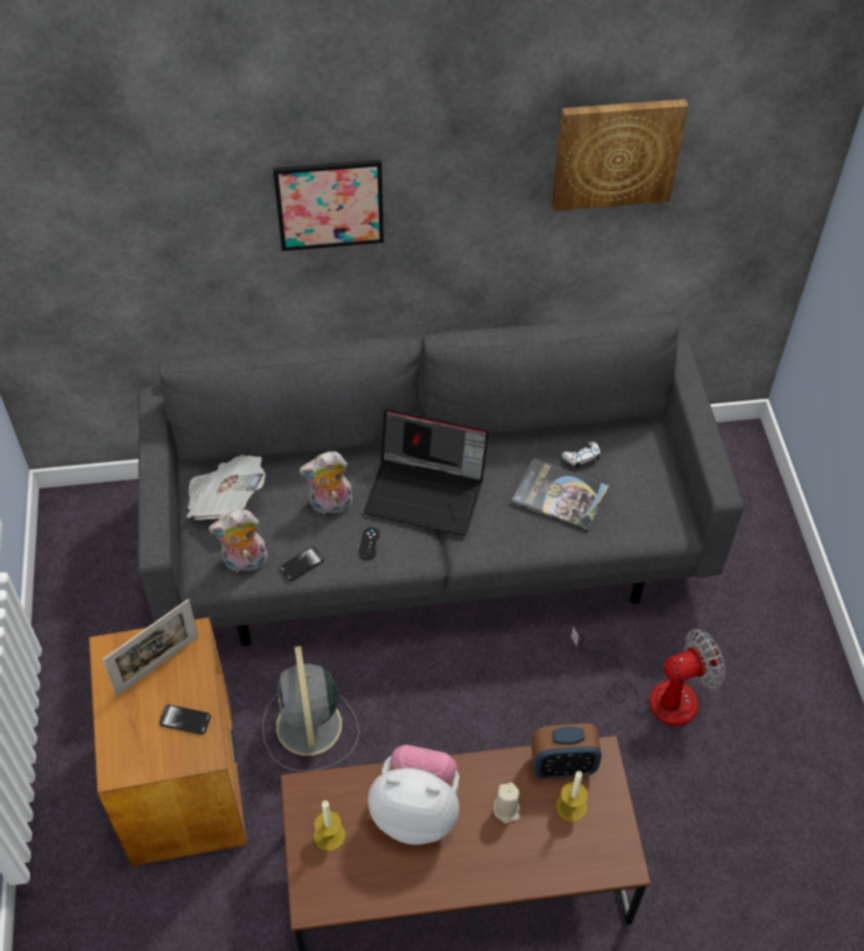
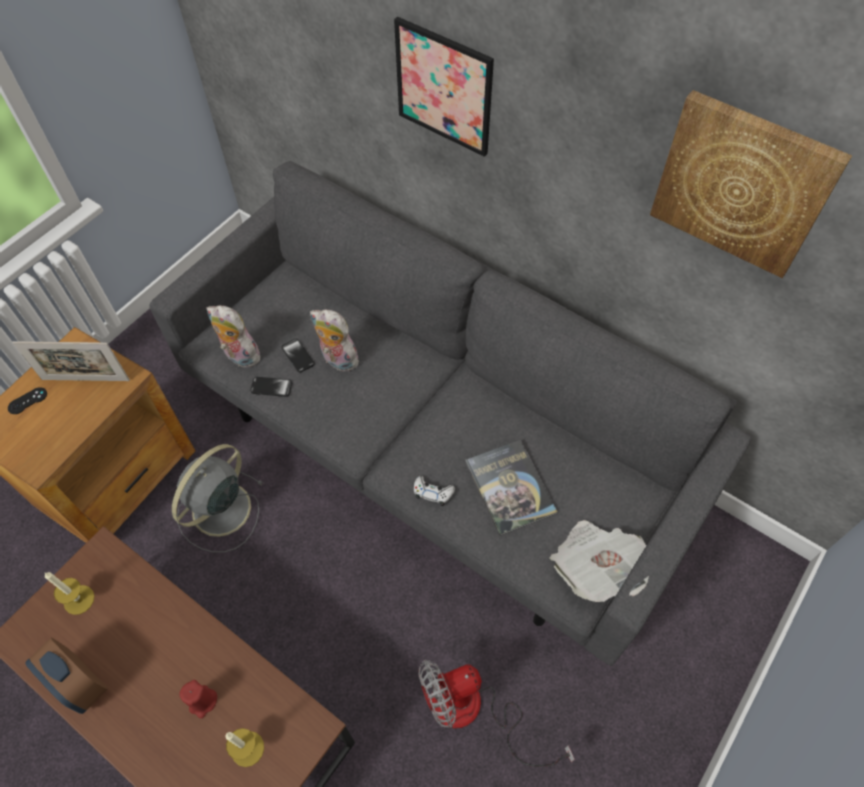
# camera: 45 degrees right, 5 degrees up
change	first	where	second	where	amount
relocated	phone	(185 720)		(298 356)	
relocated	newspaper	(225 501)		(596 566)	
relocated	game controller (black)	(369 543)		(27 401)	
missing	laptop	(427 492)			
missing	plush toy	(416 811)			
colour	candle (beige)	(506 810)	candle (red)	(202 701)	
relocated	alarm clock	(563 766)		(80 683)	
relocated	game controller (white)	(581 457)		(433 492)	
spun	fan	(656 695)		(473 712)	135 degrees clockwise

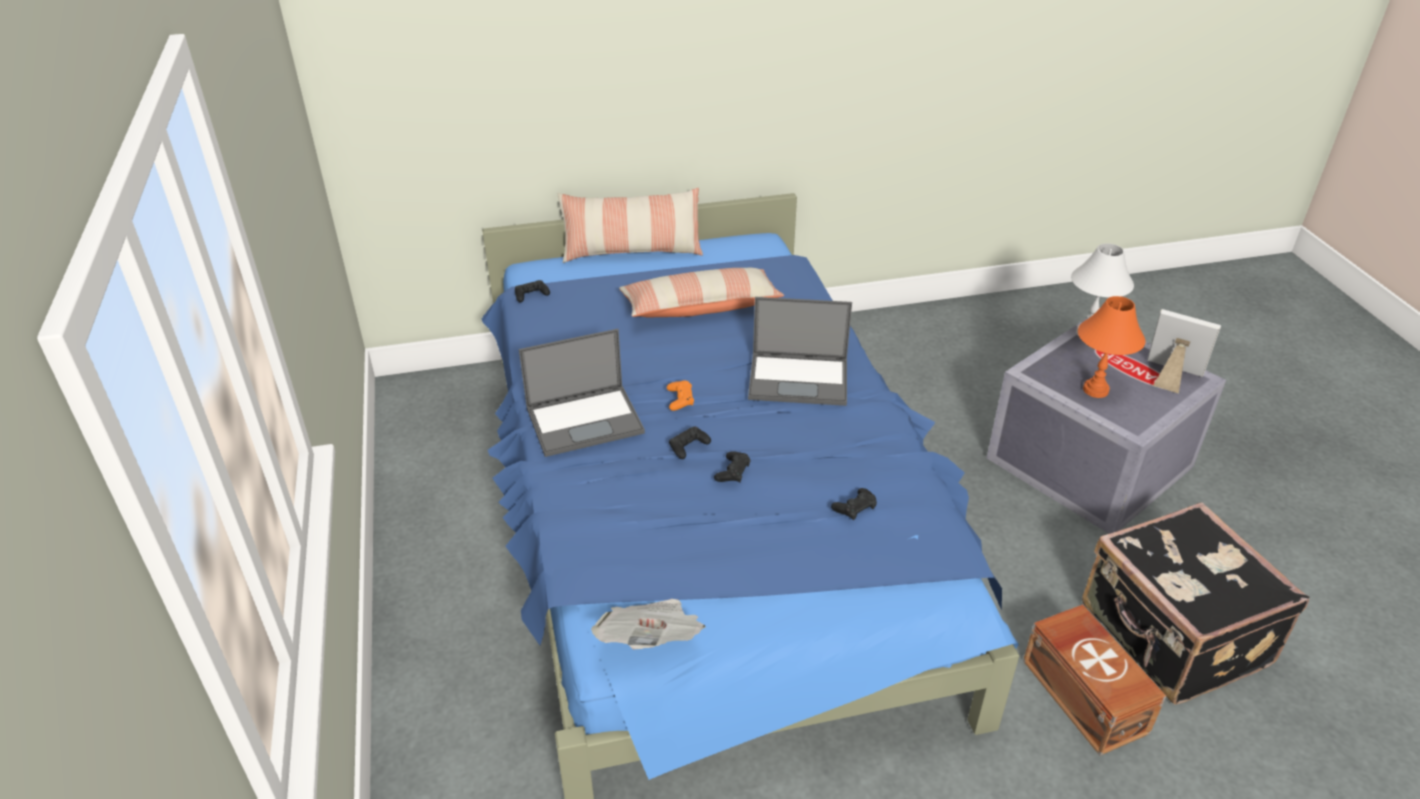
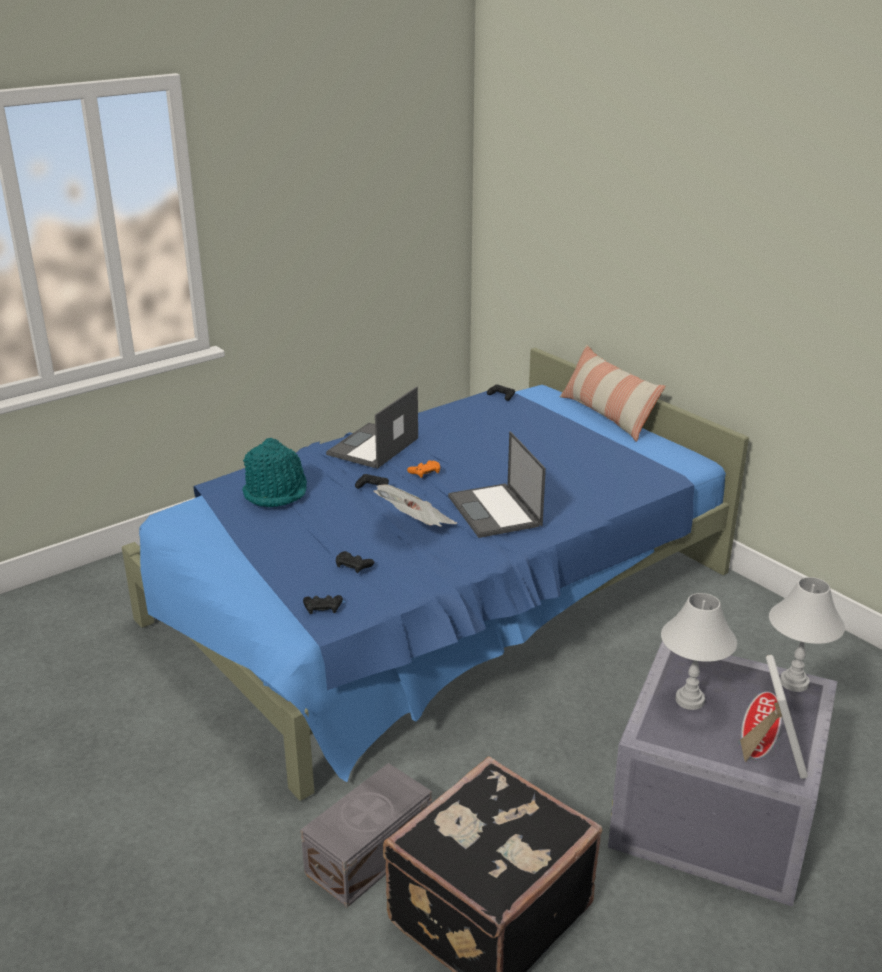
# camera: 65 degrees right, 10 degrees down
change	first	where	second	where	amount
spun	laptop	(586 420)		(373 447)	75 degrees clockwise
relocated	newspaper	(651 642)		(415 525)	
missing	pillow	(700 307)			
relocated	game controller (black)	(733 471)		(323 607)	
colour	storage box (brown)	(1084 694)	storage box (grey)	(372 853)	
colour	table lamp (orange)	(1095 390)	table lamp (white)	(689 700)	
appeared			hat (turquoise)	(276 491)	

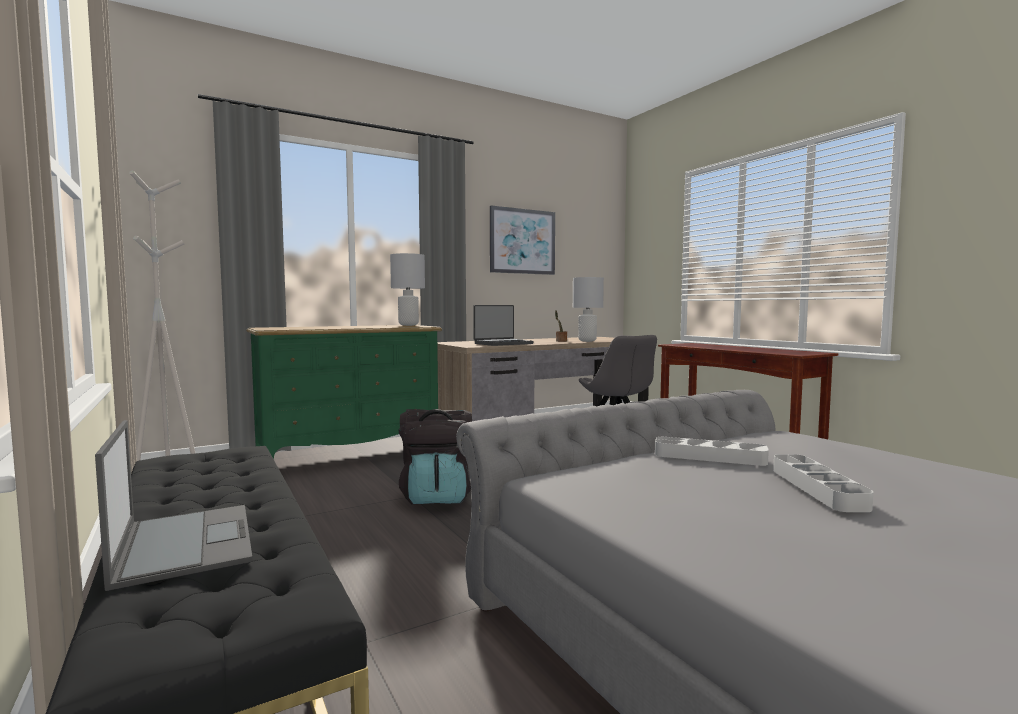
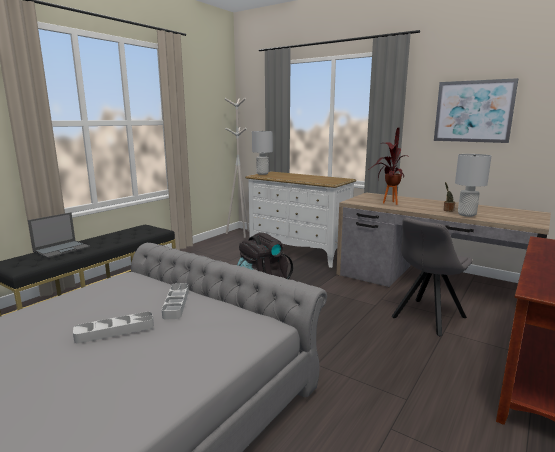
# camera: 65 degrees right, 10 degrees up
change	first	where	second	where	amount
colour	dresser (green)	(350 458)	dresser (white)	(298 252)	
relocated	table lamp (grey)	(408 325)		(262 174)	
exchanged	laptop	(502 343)	potted plant	(387 203)	

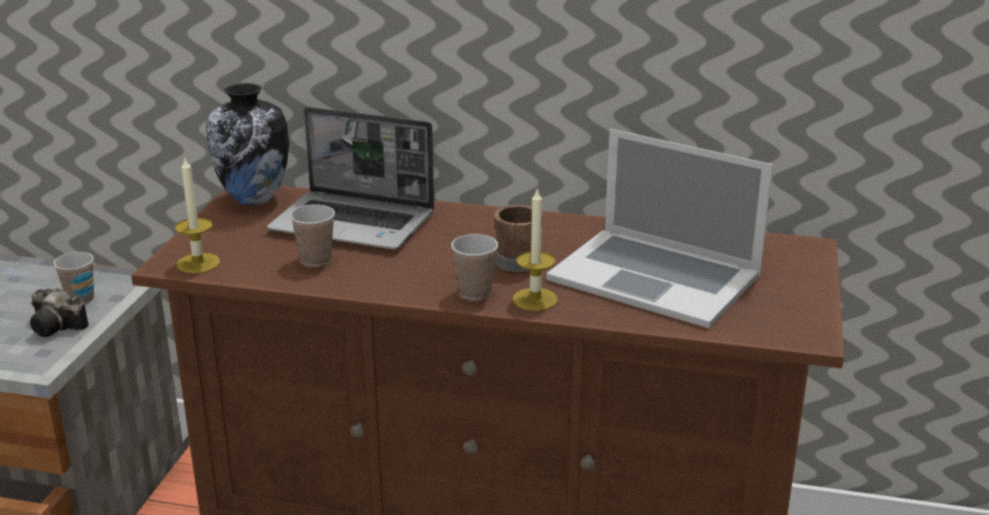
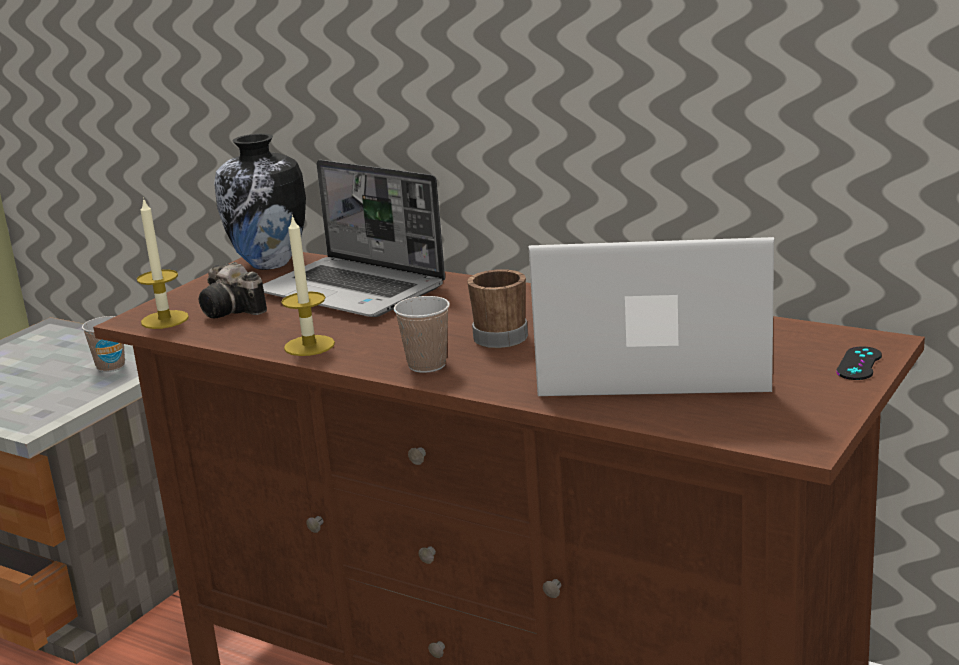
# camera: 20 degrees right, 5 degrees down
change	first	where	second	where	amount
relocated	photo camera	(59 327)		(233 311)	
missing	cup	(316 259)			
relocated	candle	(535 299)		(309 346)	
spun	laptop	(655 276)		(652 363)	135 degrees clockwise
appeared			game controller (black)	(859 364)	

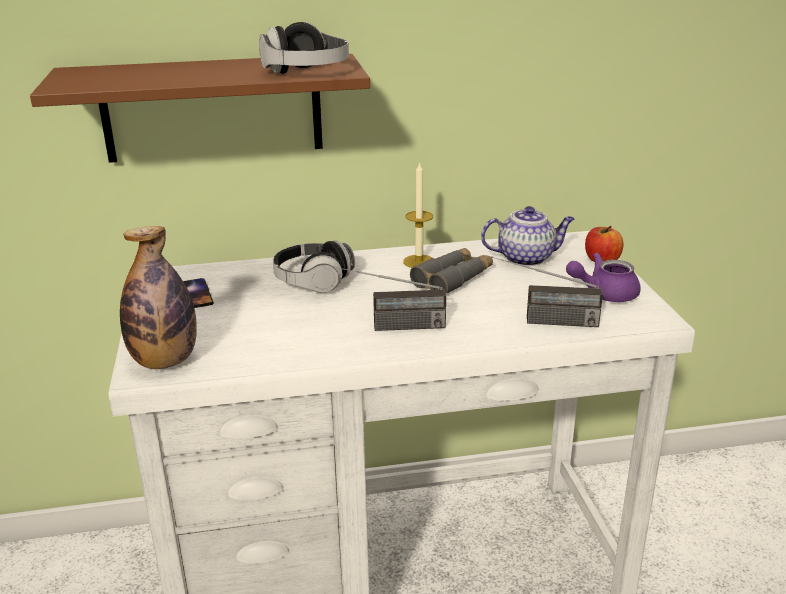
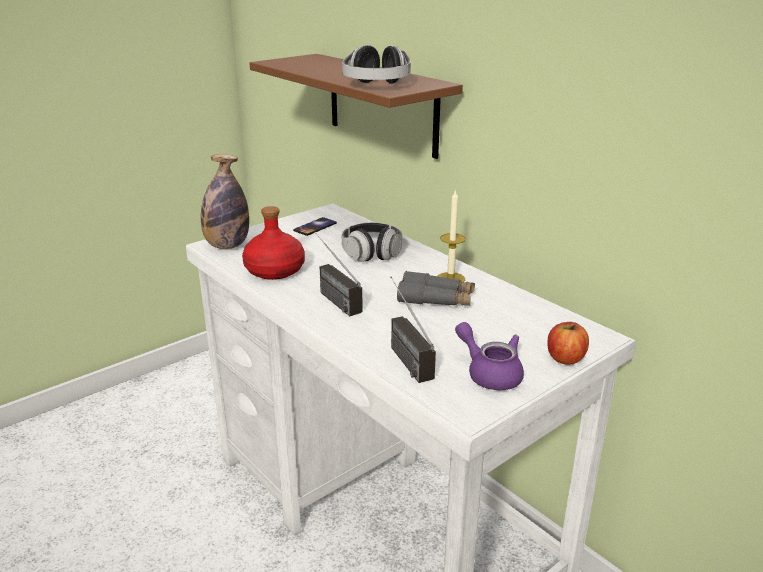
# camera: 60 degrees right, 0 degrees up
change	first	where	second	where	amount
missing	teapot	(526 258)			
appeared			bottle (red)	(274 270)	

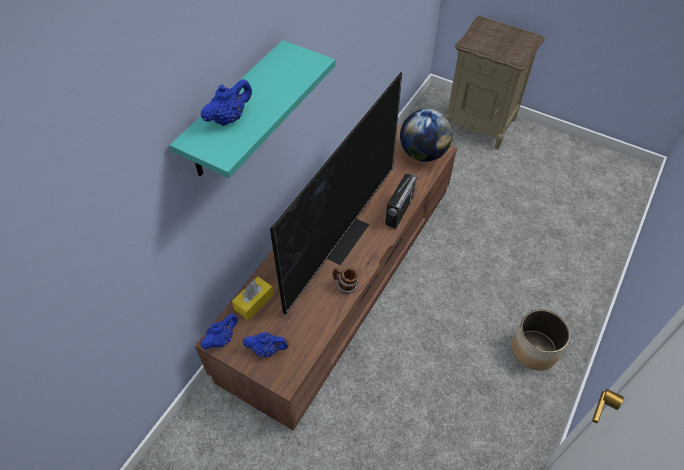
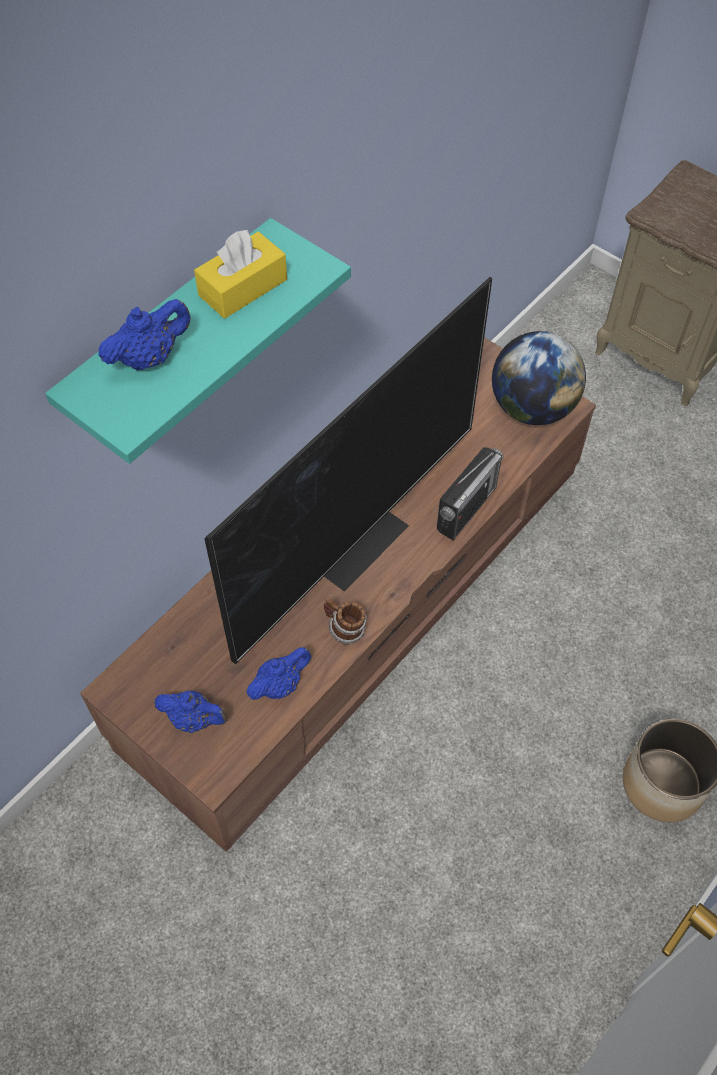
# camera: 10 degrees right, 5 degrees up
change	first	where	second	where	amount
relocated	teapot (blue)	(221 339)		(280 684)	
relocated	tissue box (yellow)	(254 302)		(243 287)	

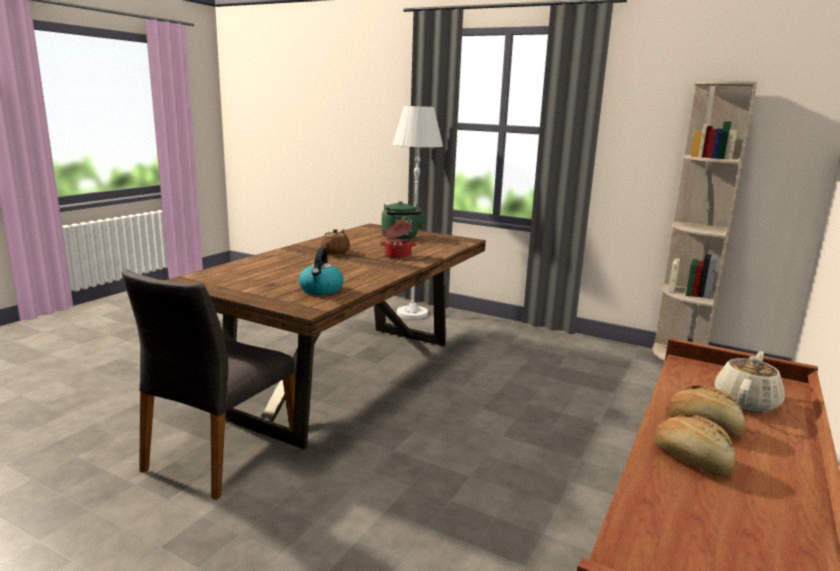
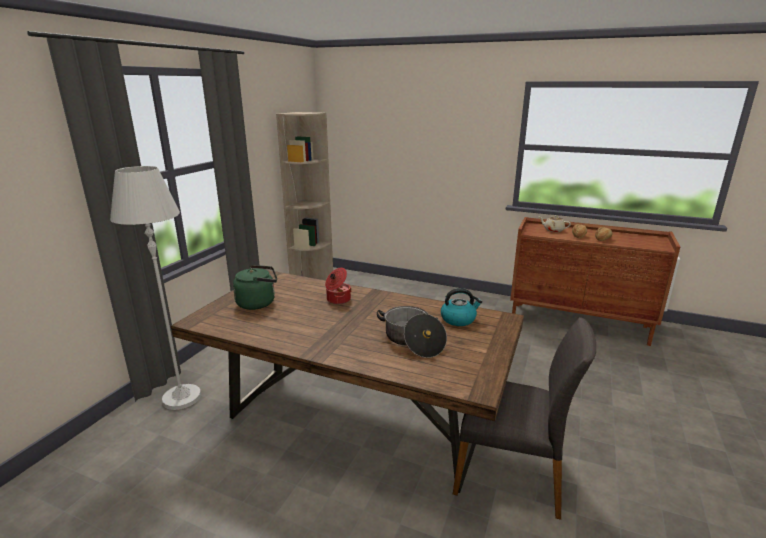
# camera: 95 degrees left, 5 degrees up
change	first	where	second	where	amount
missing	teapot (brown)	(335 251)			
appeared			cooking pot	(412 341)	

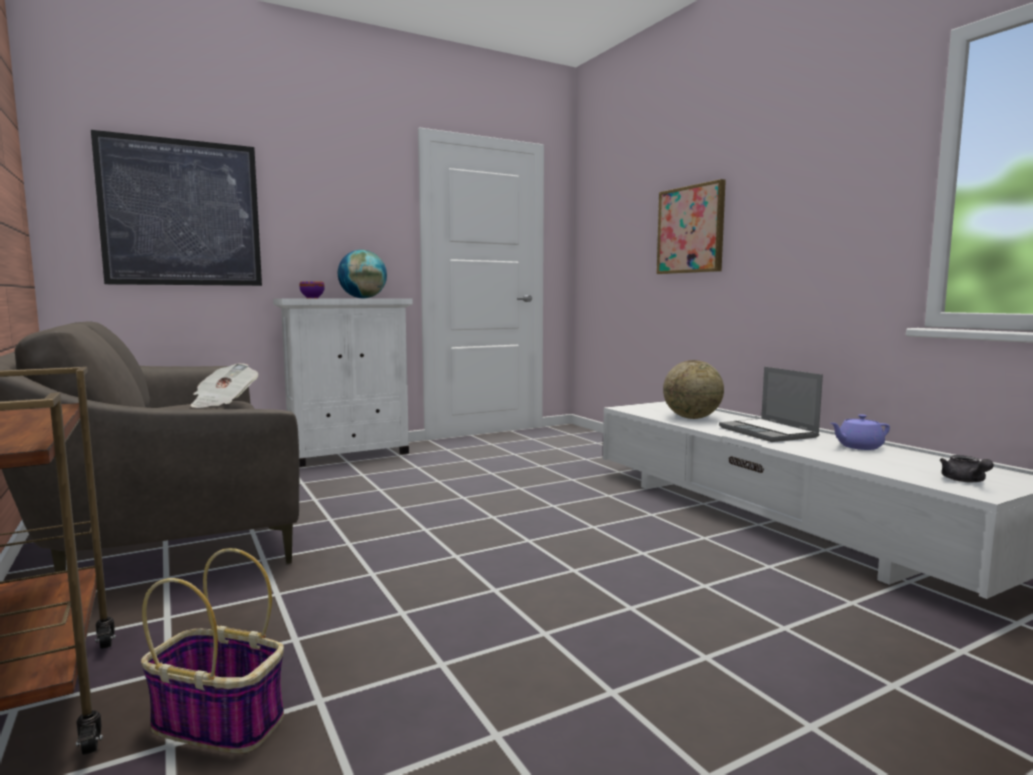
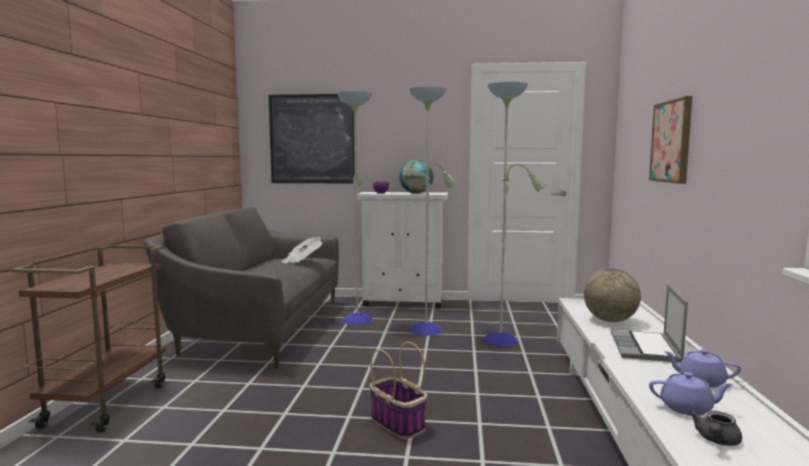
# camera: 35 degrees right, 0 degrees up
change	first	where	second	where	amount
relocated	basket	(221 722)		(398 424)	
appeared			floor lamp	(427 329)	
appeared			teapot (purple)	(687 408)	

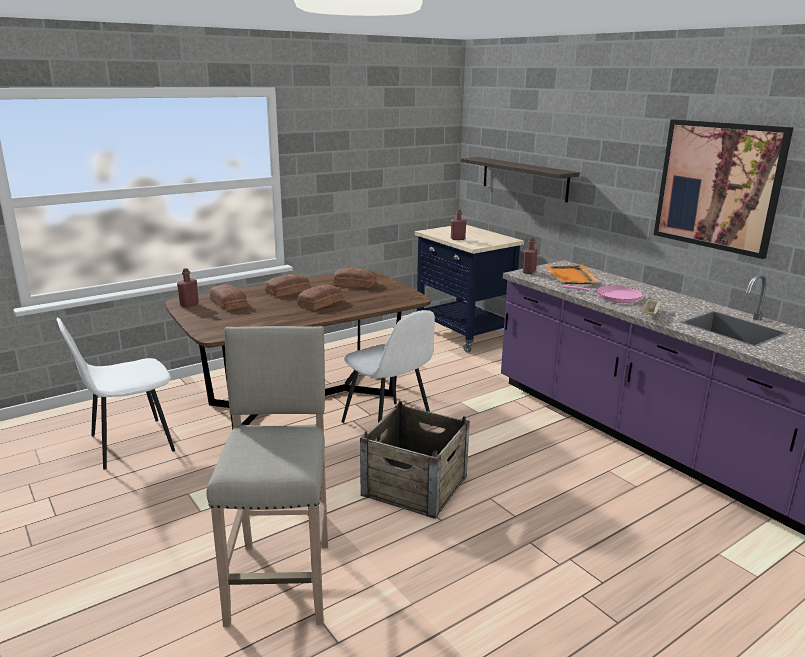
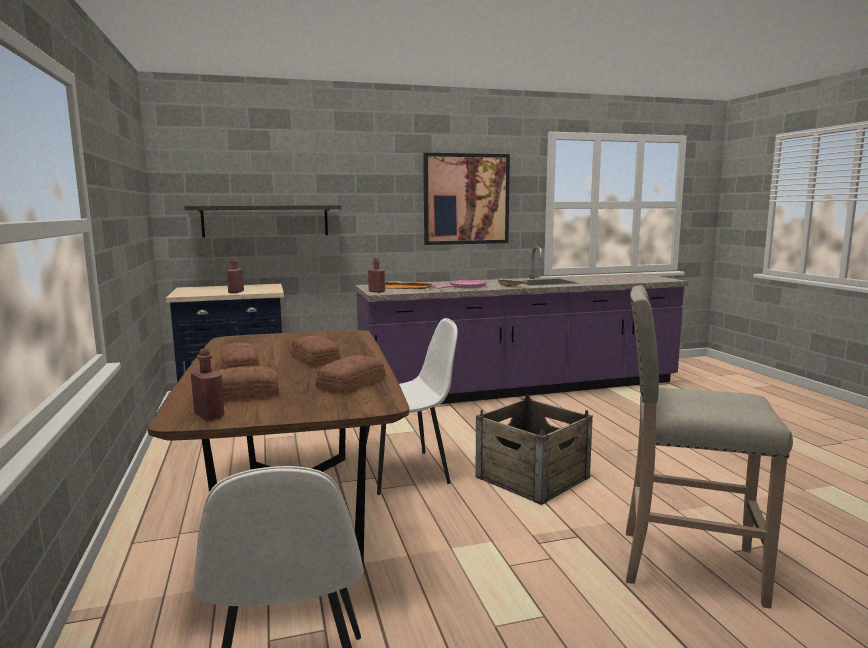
# camera: 70 degrees left, 10 degrees down
change	first	where	second	where	amount
relocated	bread	(354 283)		(350 383)	

